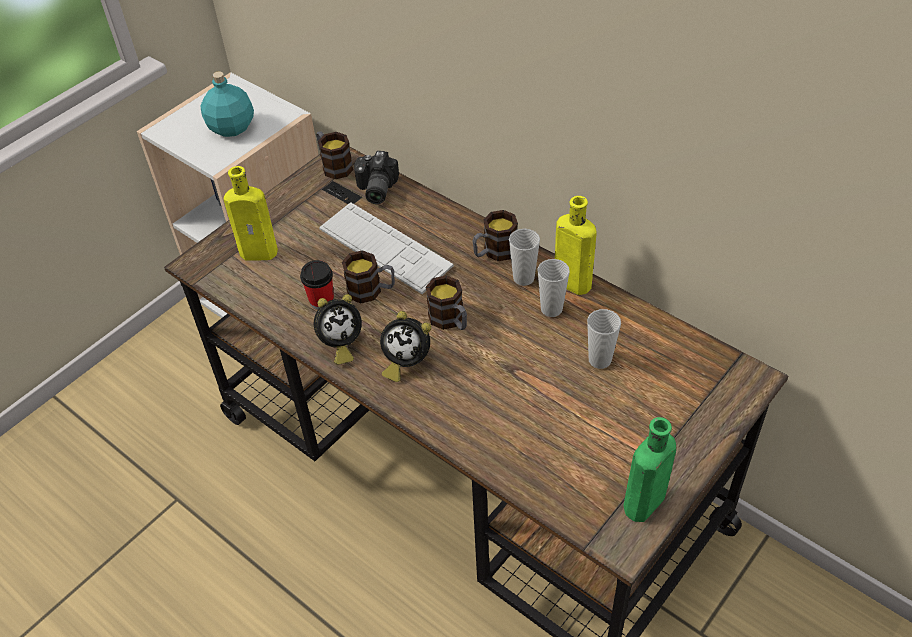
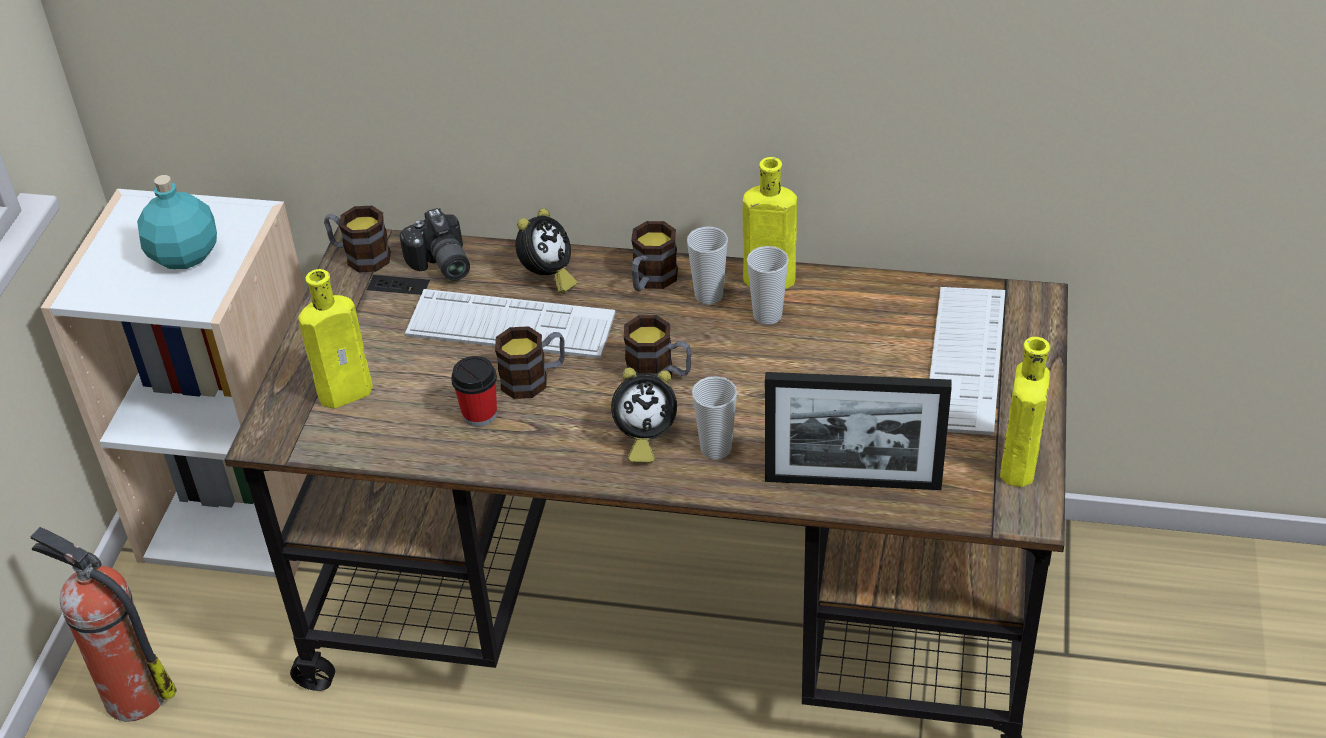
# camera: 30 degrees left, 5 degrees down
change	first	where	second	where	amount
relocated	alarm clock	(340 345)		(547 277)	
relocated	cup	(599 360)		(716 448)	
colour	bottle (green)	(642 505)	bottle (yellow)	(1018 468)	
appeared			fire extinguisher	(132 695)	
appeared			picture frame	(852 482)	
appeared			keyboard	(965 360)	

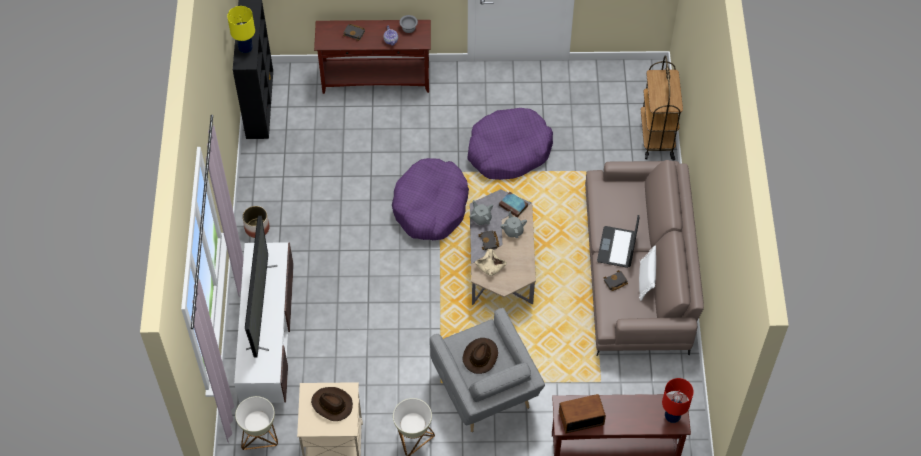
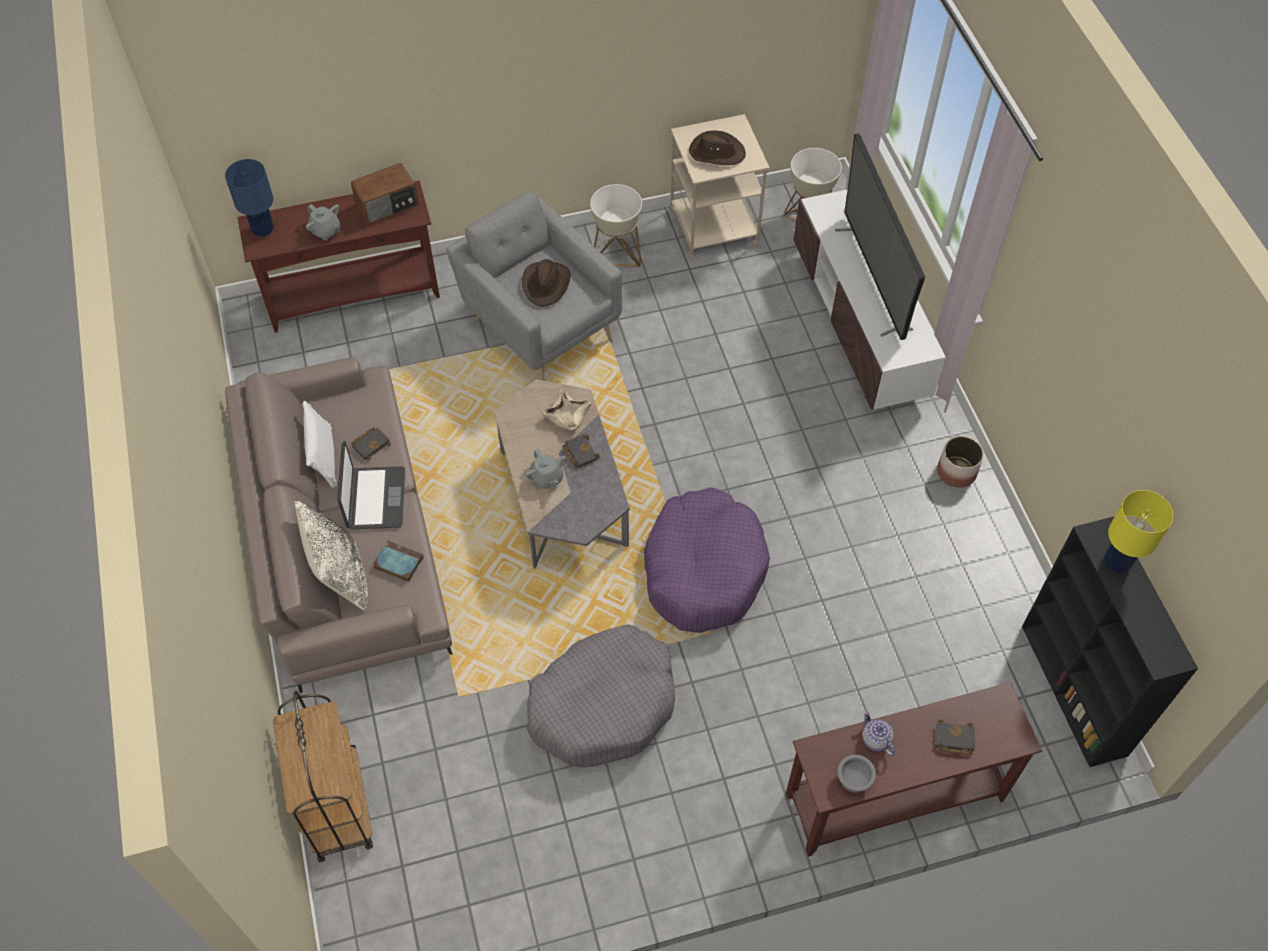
# camera: 165 degrees right, 0 degrees up
change	first	where	second	where	amount
colour	dog bed (purple)	(508 151)	dog bed (grey)	(603 704)	
relocated	teapot (grey)	(481 218)		(326 231)	
relocated	book	(514 206)		(397 563)	
colour	table lamp (red)	(672 417)	table lamp (blue)	(263 230)	
appeared			pillow (beige)	(341 576)	

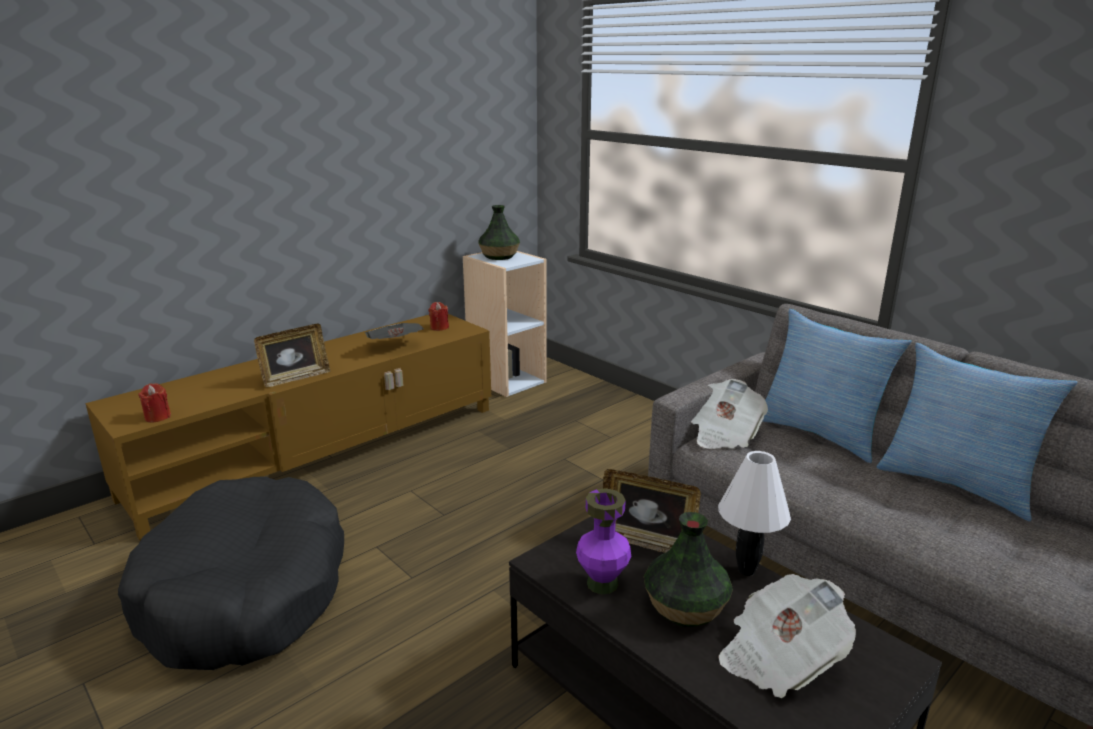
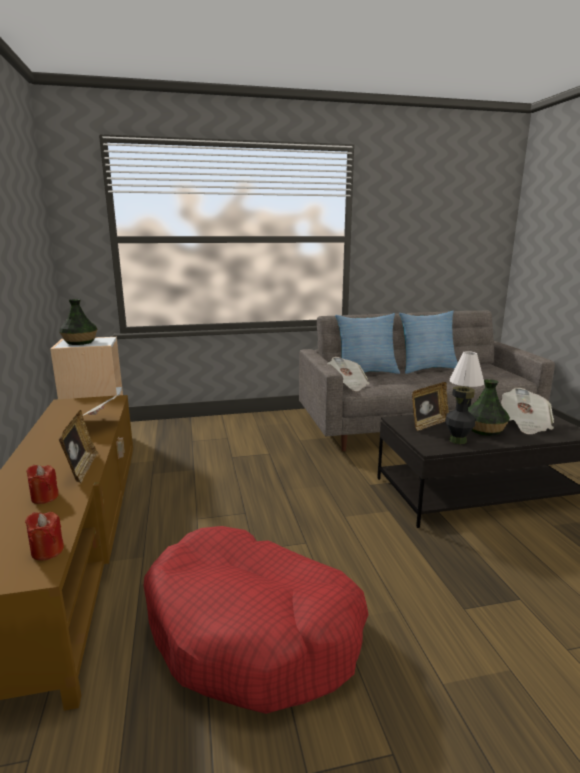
# camera: 60 degrees left, 5 degrees down
change	first	where	second	where	amount
colour	dog bed (black)	(245 593)	dog bed (red)	(253 631)	
relocated	candle (red)	(439 327)		(45 497)	
colour	vase (purple)	(602 584)	vase (black)	(458 440)	

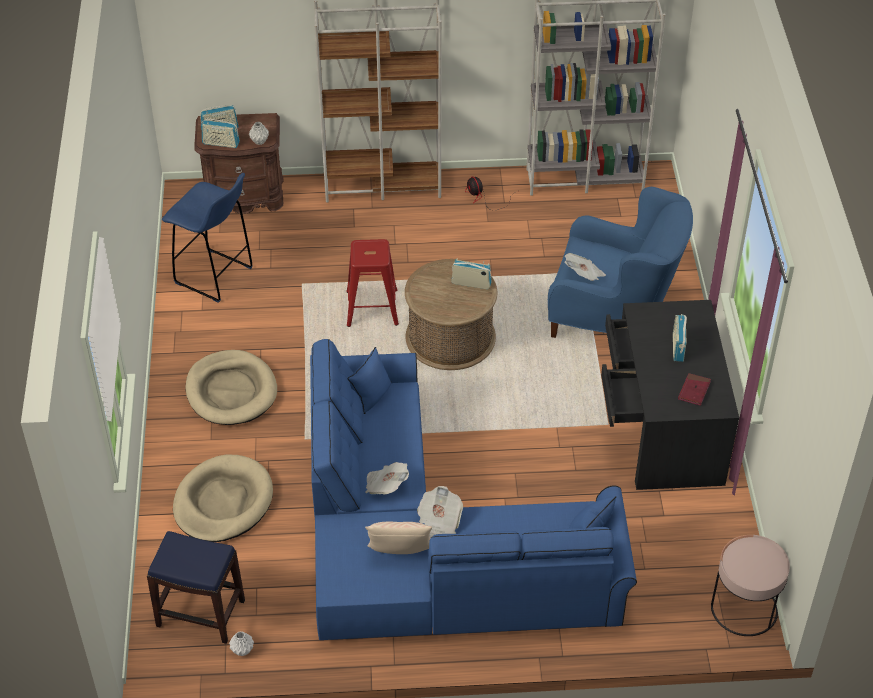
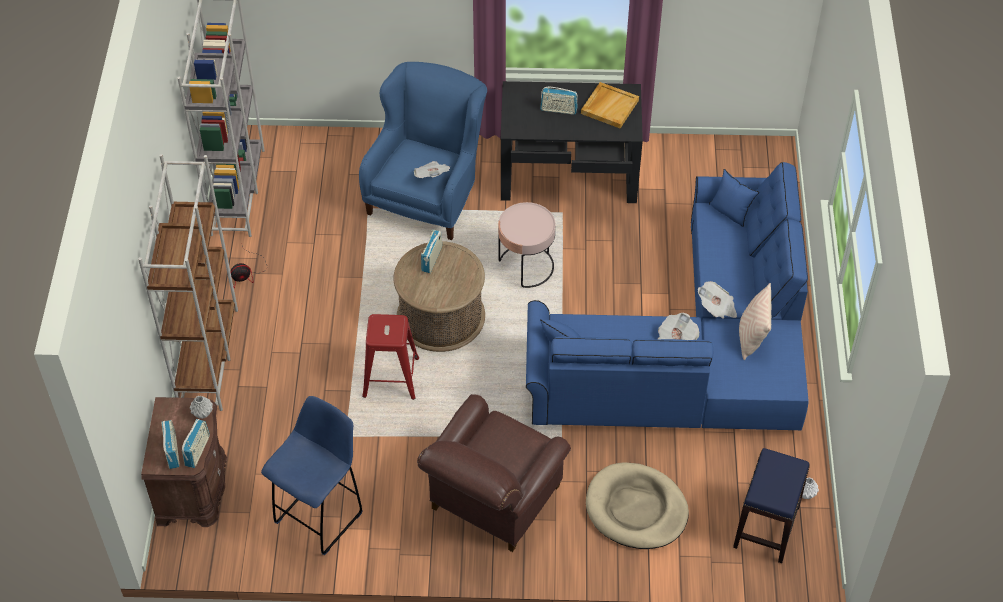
# camera: 85 degrees left, 5 degrees up
change	first	where	second	where	amount
exchanged	dog bed (beige)	(231 391)	armchair (brown)	(492 501)	
exchanged	book (red)	(694 391)	tray (beige)	(609 106)	
relocated	side table (pink)	(744 608)		(526 266)	

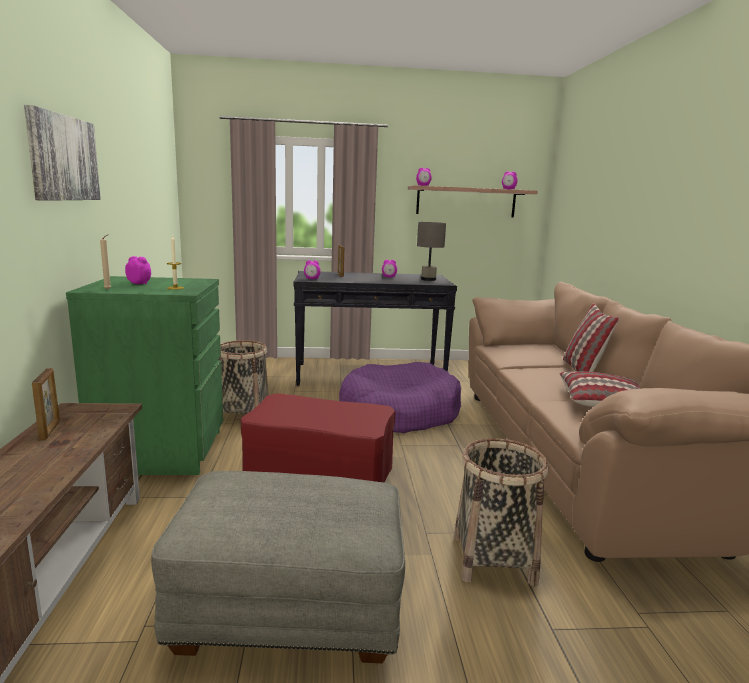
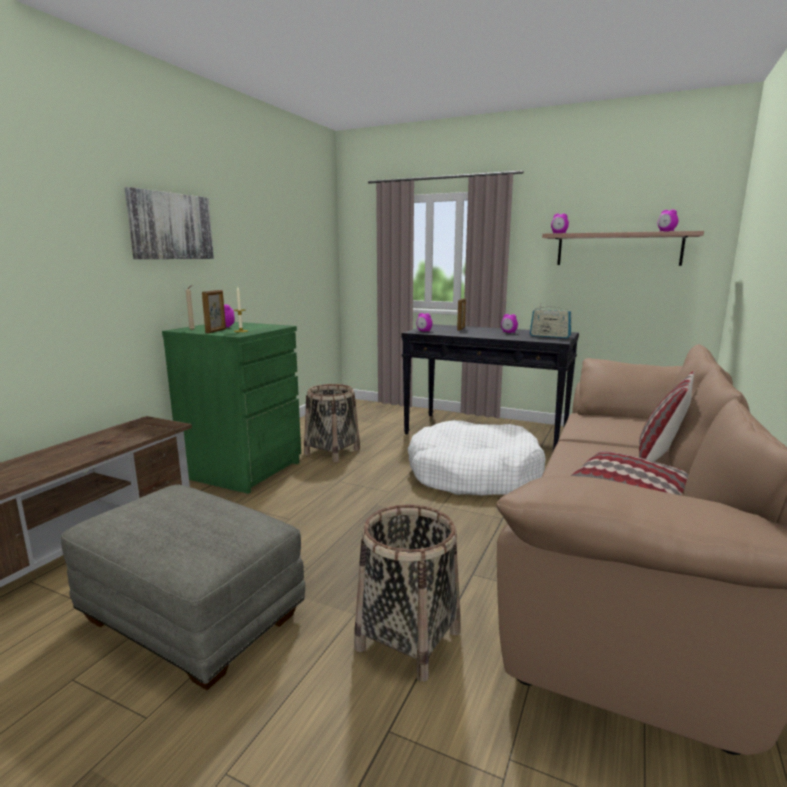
# camera: 30 degrees right, 0 degrees up
change	first	where	second	where	amount
relocated	picture frame	(50 430)		(216 331)	
missing	ottoman (red)	(319 474)			
colour	dog bed (purple)	(398 413)	dog bed (white)	(473 475)	
exchanged	table lamp (grey)	(428 279)	radio	(549 336)	

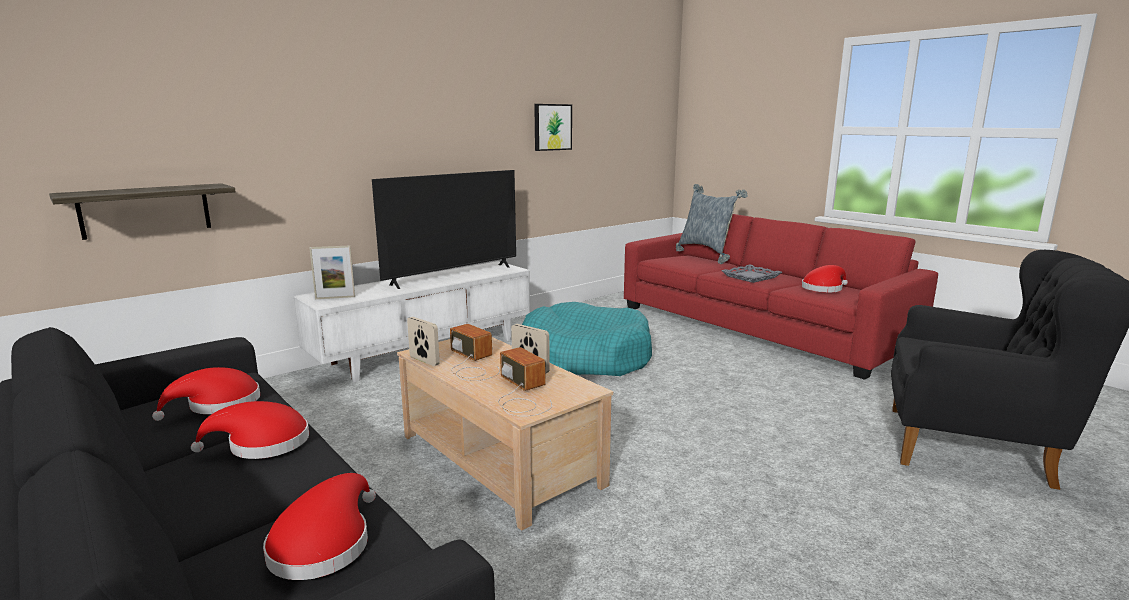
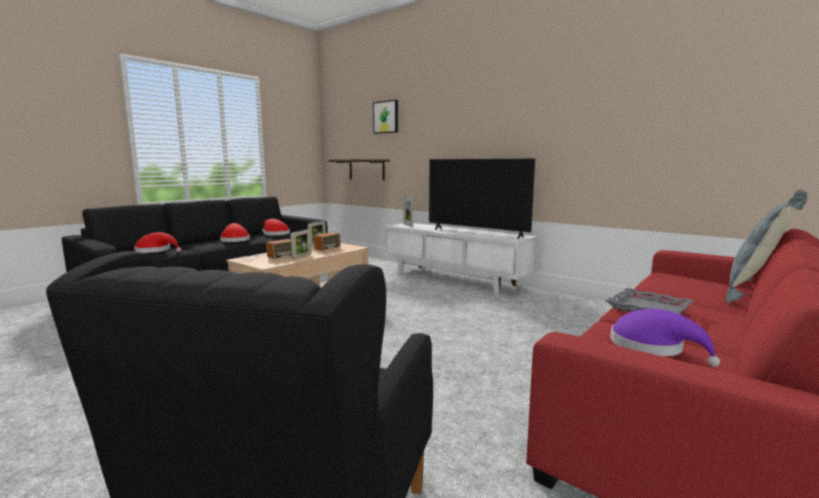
# camera: 80 degrees right, 5 degrees down
change	first	where	second	where	amount
missing	dog bed (turquoise)	(585 357)			
relocated	picture	(552 127)		(386 117)	
colour	hat (red)	(823 288)	hat (purple)	(652 347)	

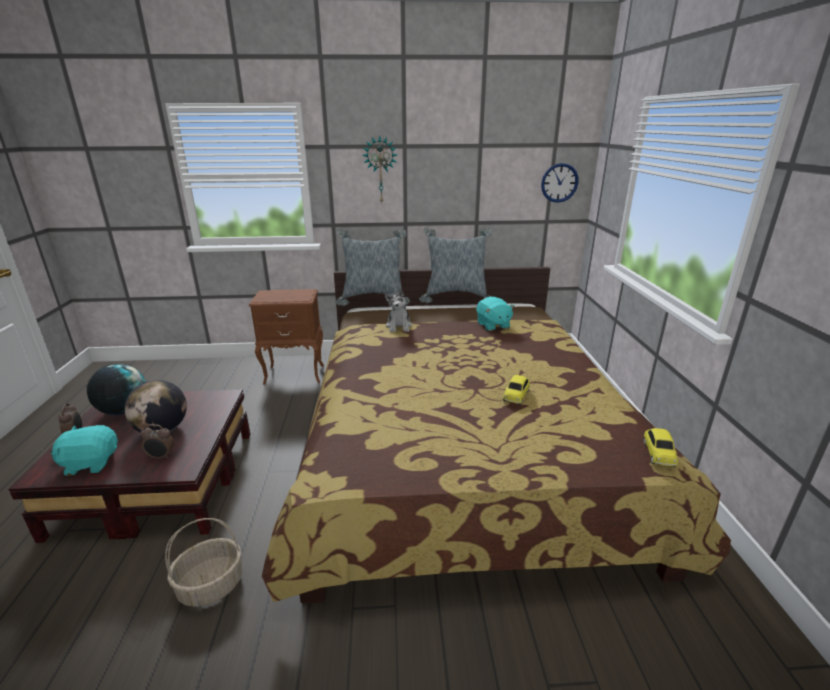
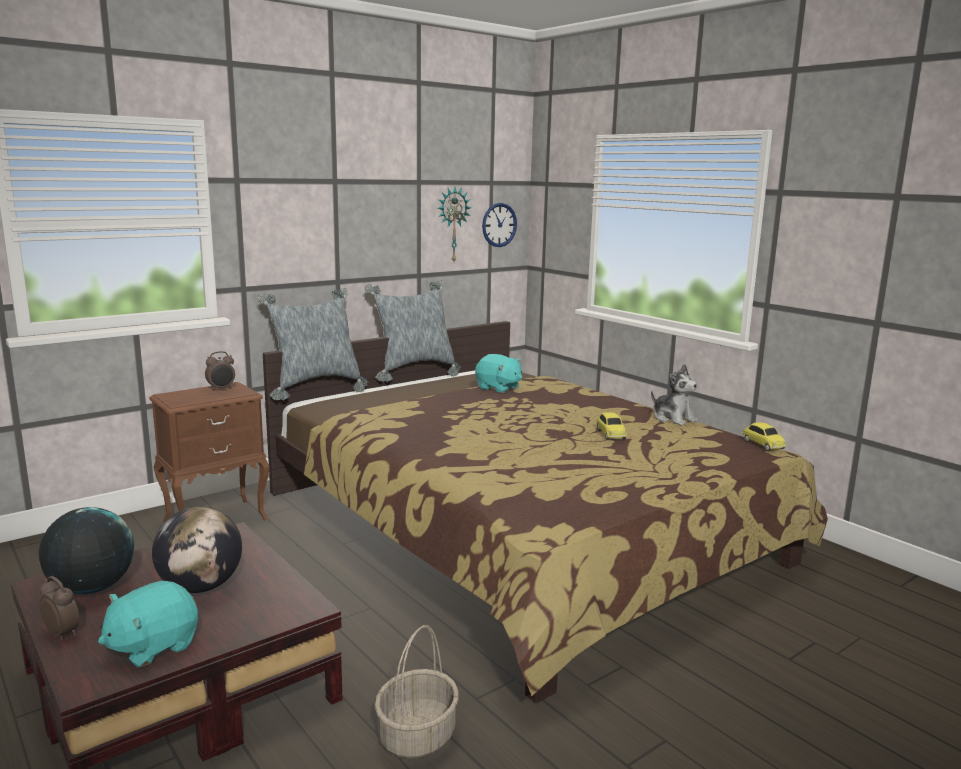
# camera: 35 degrees left, 10 degrees down
change	first	where	second	where	amount
relocated	alarm clock	(161 457)		(221 389)	
relocated	wall clock	(380 170)		(452 225)	
relocated	plush toy	(399 326)		(672 418)	

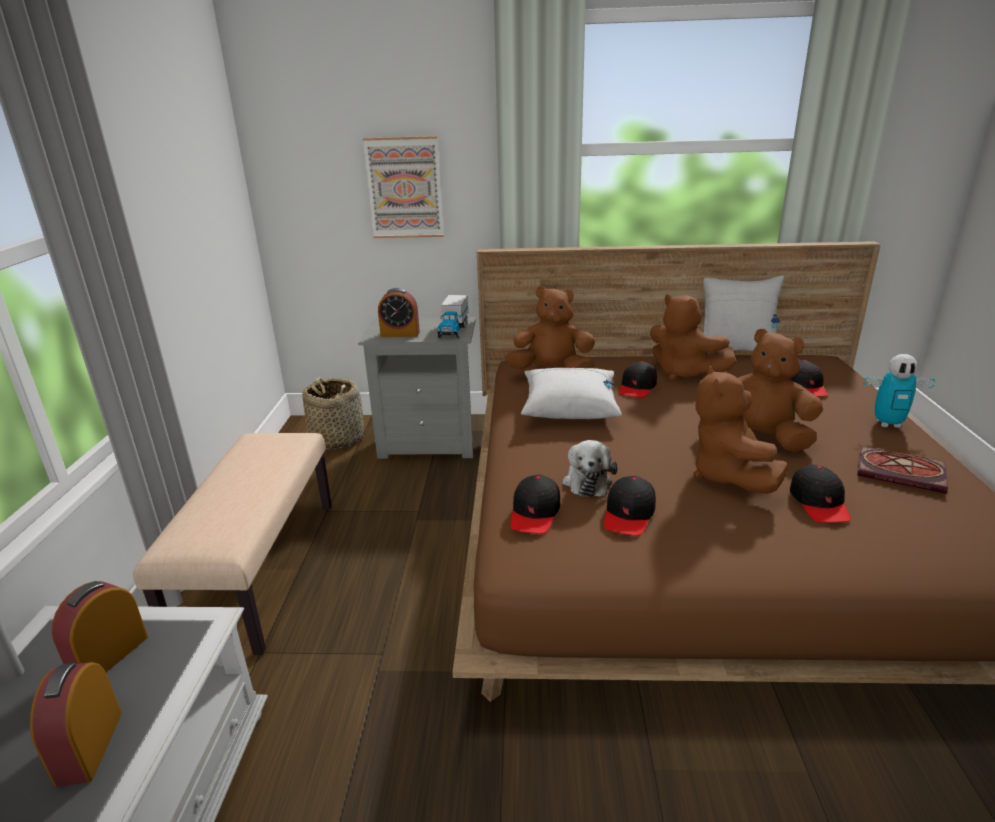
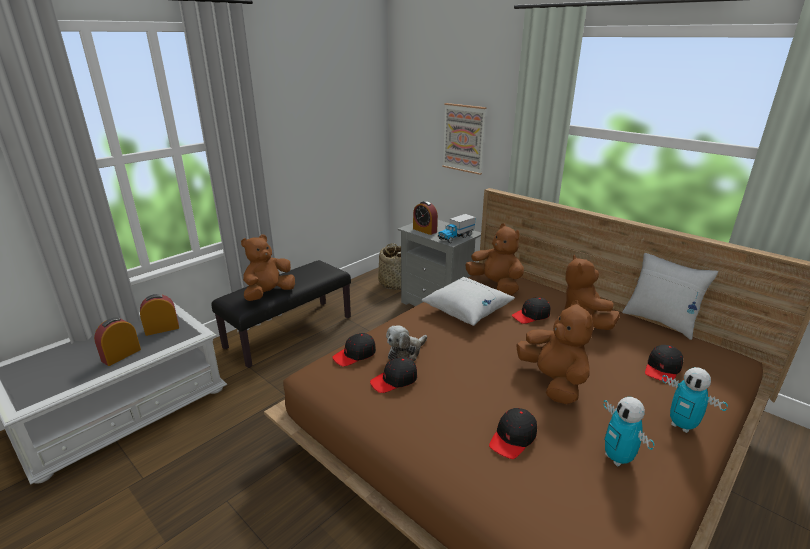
# camera: 40 degrees right, 0 degrees up
change	first	where	second	where	amount
colour	bench (beige)	(259 569)	bench (black)	(289 331)	
relocated	plush toy (brown)	(728 476)		(269 294)	
exchanged	book	(902 472)	toy robot	(617 458)	

